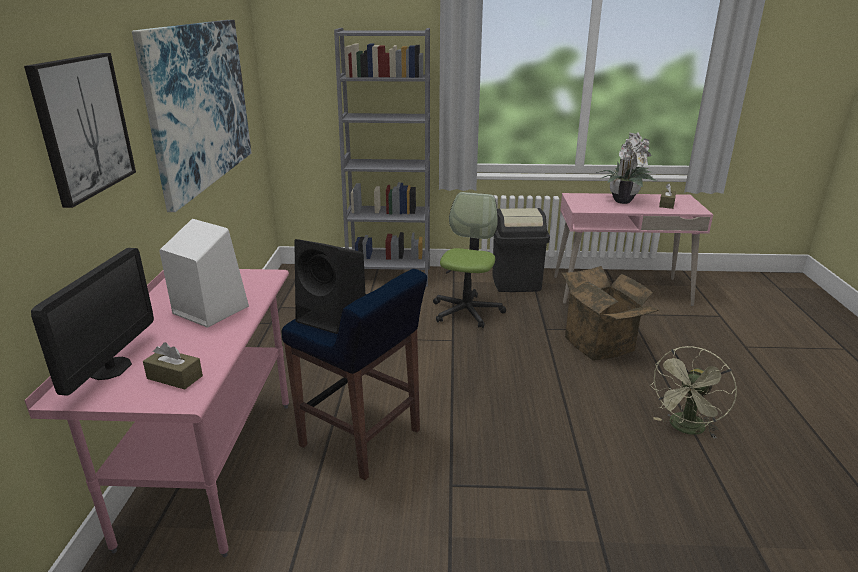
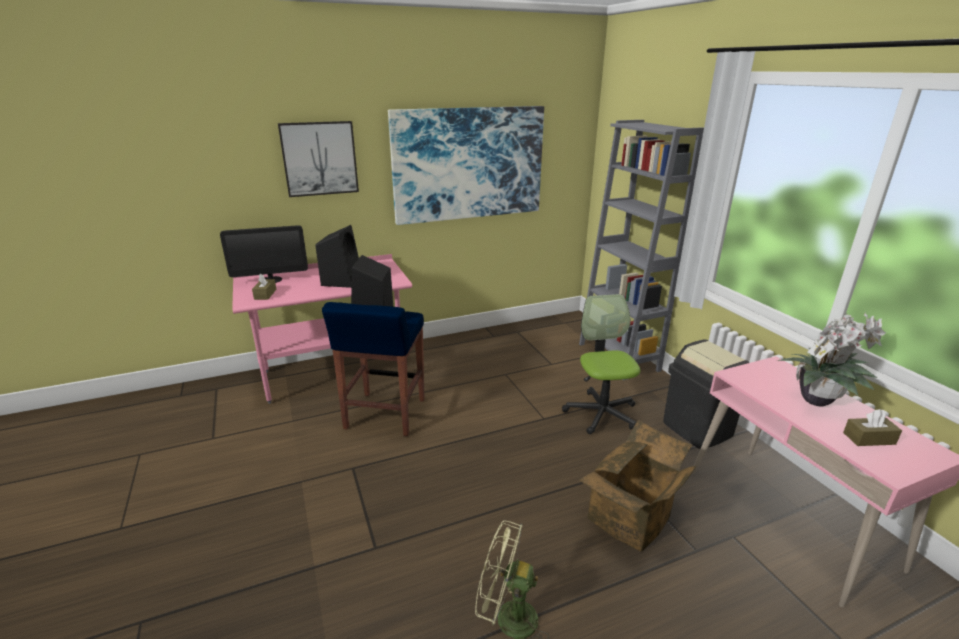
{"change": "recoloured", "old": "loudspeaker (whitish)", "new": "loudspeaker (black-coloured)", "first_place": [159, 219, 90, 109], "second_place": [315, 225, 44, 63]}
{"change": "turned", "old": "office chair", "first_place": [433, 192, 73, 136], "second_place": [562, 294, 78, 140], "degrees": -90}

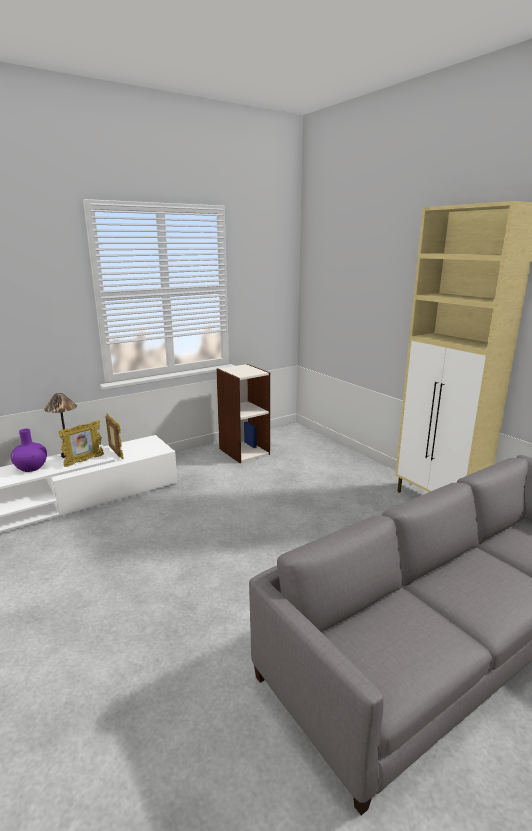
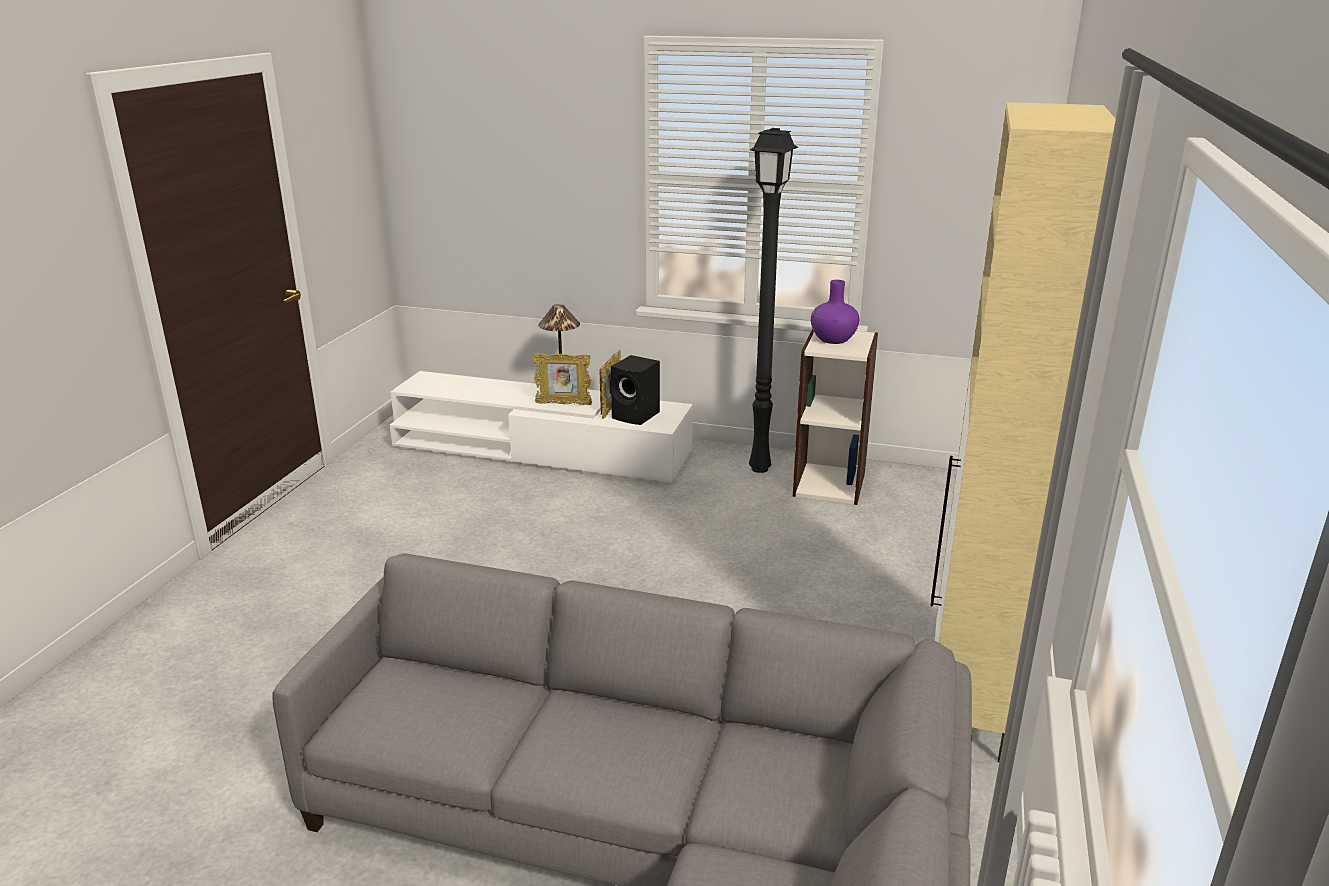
{"change": "added", "new": "loudspeaker (black-coloured)", "second_place": [609, 355, 51, 70]}
{"change": "added", "new": "standing lamp (black-coloured)", "second_place": [749, 128, 49, 345]}
{"change": "moved", "old": "flower vase (purple)", "first_place": [11, 429, 36, 43], "second_place": [811, 280, 48, 64]}

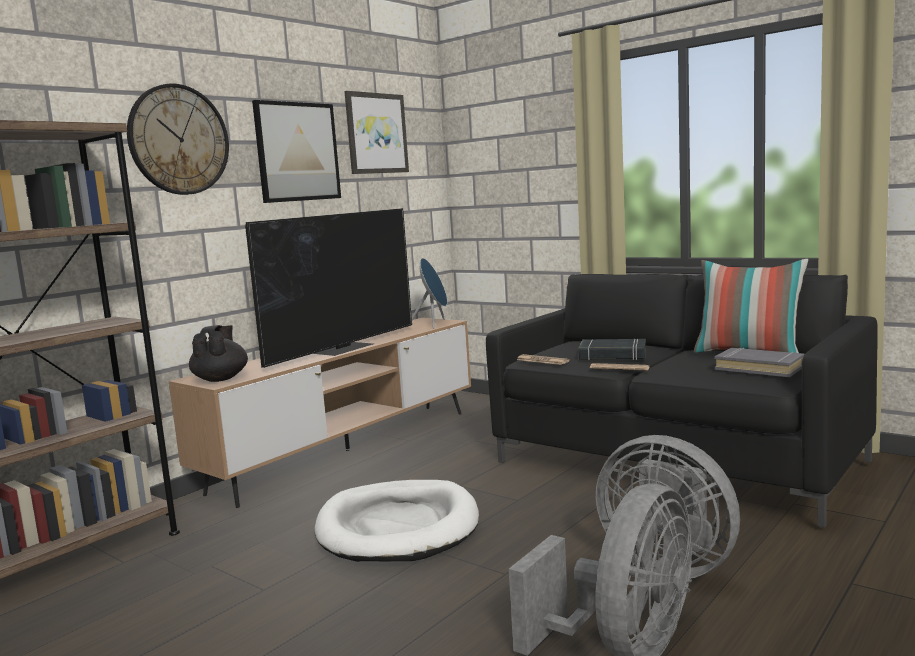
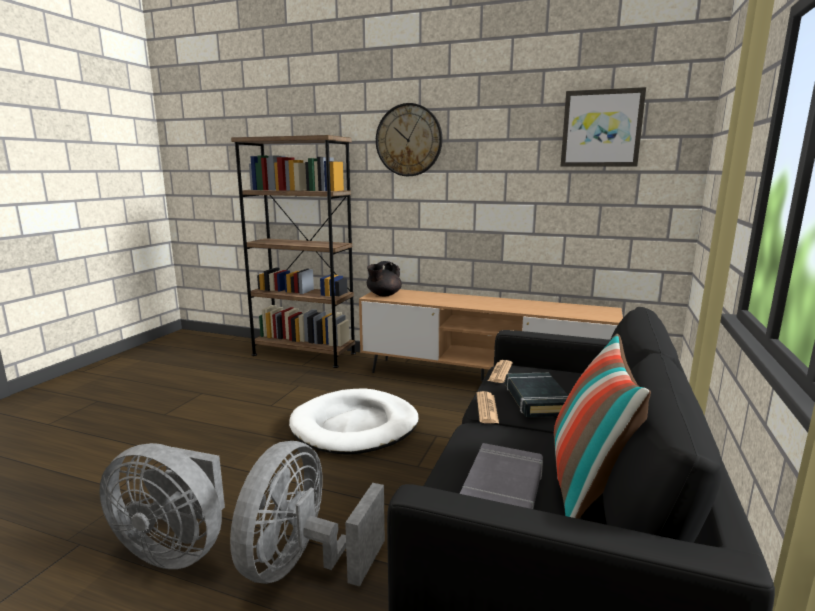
{"change": "removed", "old": "TV set", "first_place": [245, 208, 167, 160]}
{"change": "removed", "old": "wall picture", "first_place": [252, 100, 89, 103]}
{"change": "removed", "old": "loudspeaker (blue-coloured)", "first_place": [412, 258, 35, 71]}
{"change": "turned", "old": "teapot (black-coloured)", "first_place": [189, 325, 59, 57], "second_place": [367, 261, 35, 35], "degrees": 150}

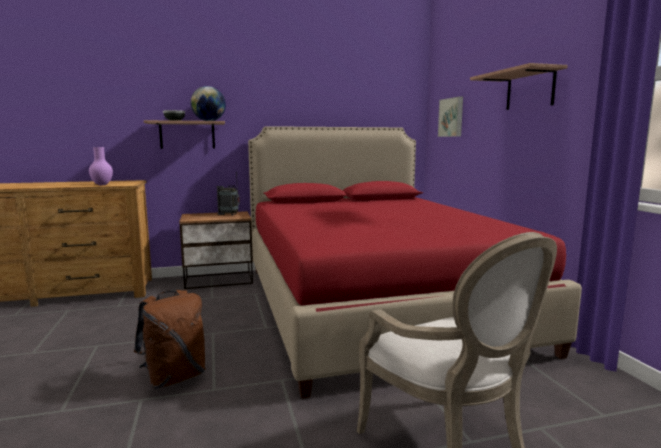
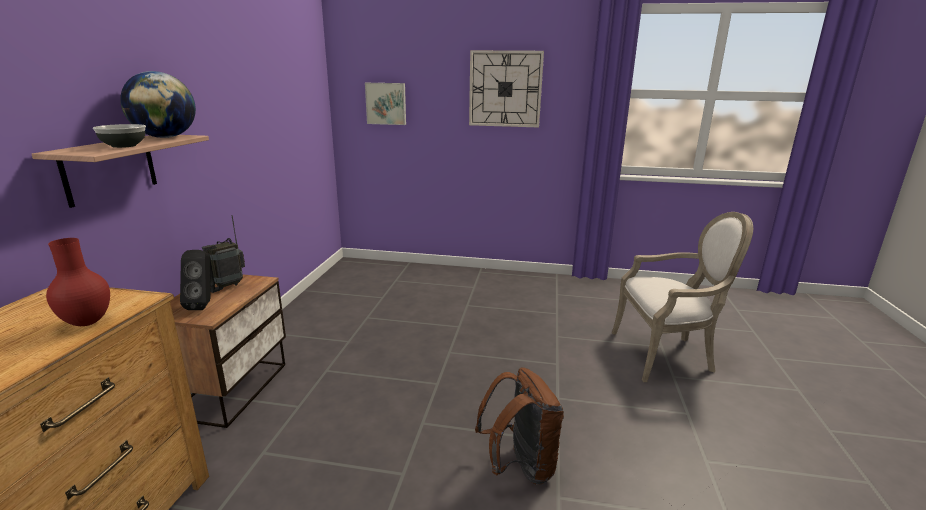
{"change": "removed", "old": "bedroom bed (red)", "first_place": [248, 126, 334, 273]}
{"change": "added", "new": "loudspeaker (black-coloured)", "second_place": [180, 250, 31, 60]}
{"change": "replaced", "old": "shelf", "new": "wall clock", "first_place": [470, 63, 98, 47], "second_place": [469, 50, 75, 78]}
{"change": "recoloured", "old": "flower vase (purple)", "new": "flower vase (red)", "first_place": [89, 147, 24, 38], "second_place": [46, 238, 64, 88]}

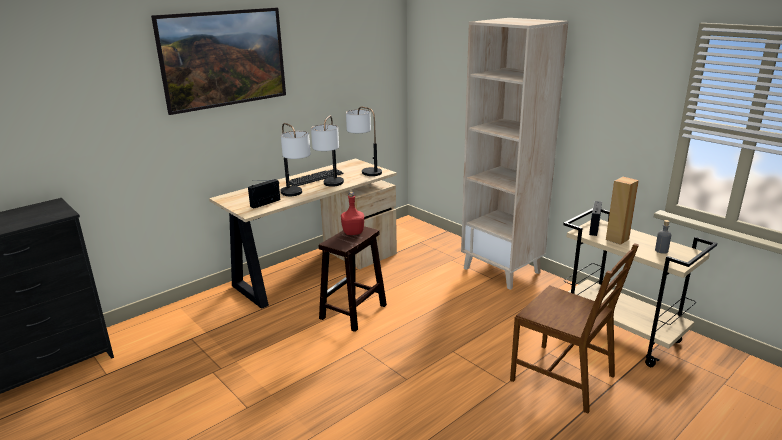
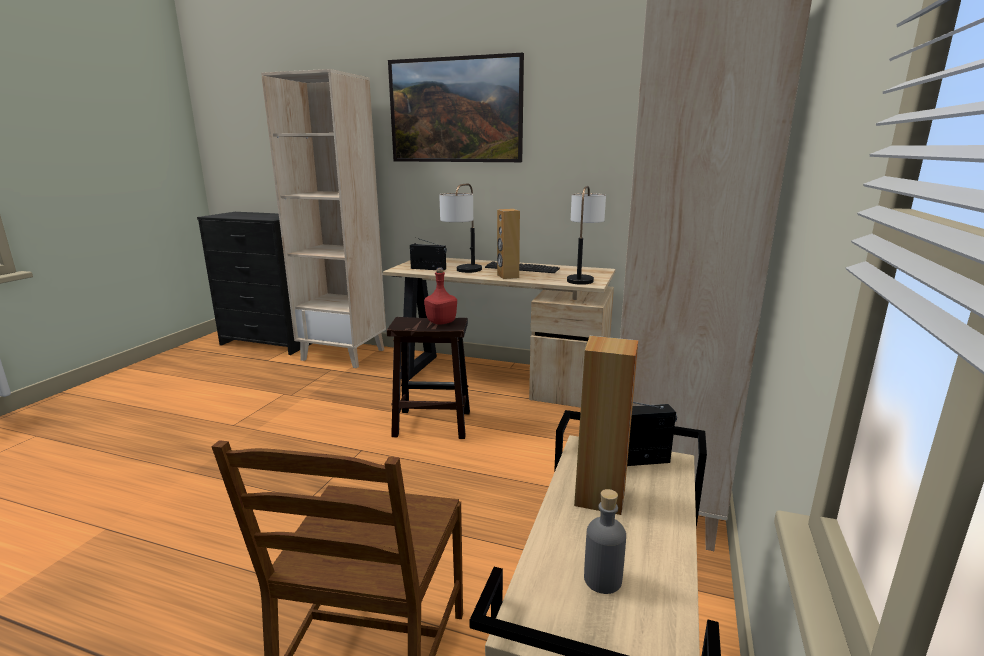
{"change": "added", "new": "bookcase (beige-coloured)", "second_place": [261, 69, 125, 299]}
{"change": "replaced", "old": "tabletop lamp", "new": "loudspeaker (brown-coloured)", "first_place": [311, 116, 33, 71], "second_place": [497, 209, 23, 70]}

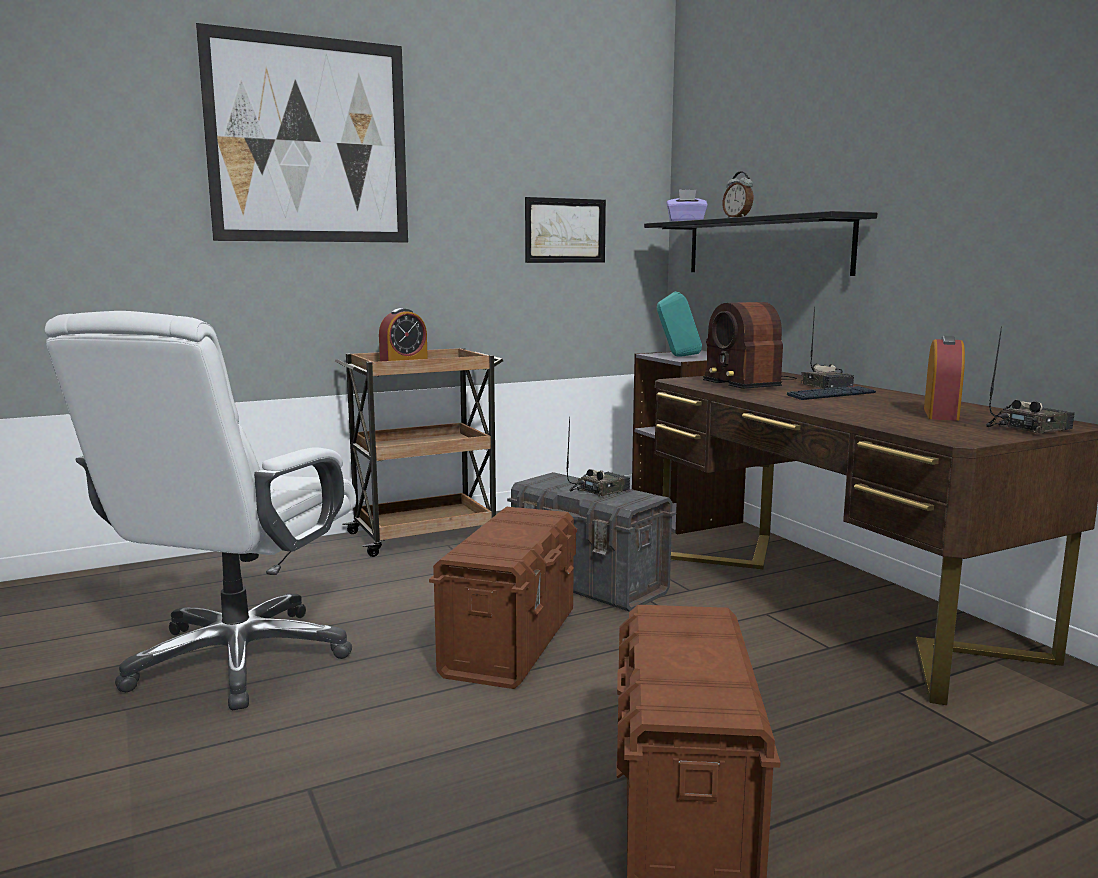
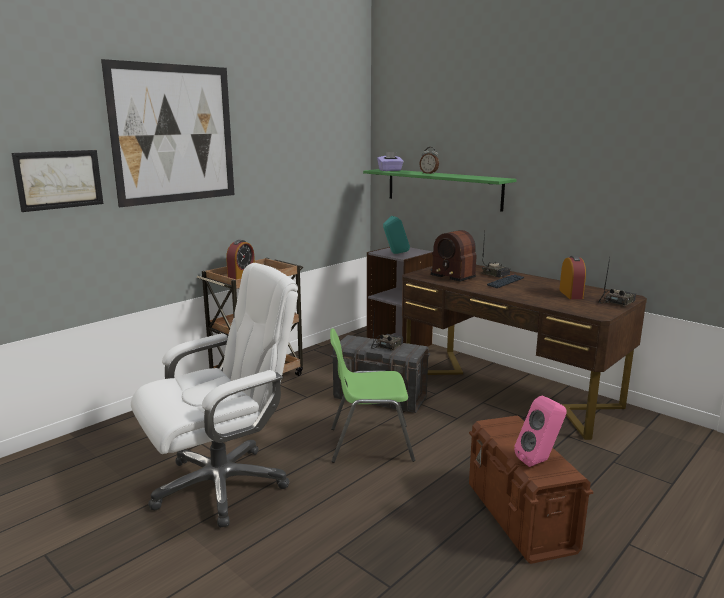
{"change": "added", "new": "loudspeaker (pink-coloured)", "second_place": [514, 396, 53, 71]}
{"change": "moved", "old": "wall picture", "first_place": [525, 197, 81, 66], "second_place": [11, 150, 92, 62]}
{"change": "replaced", "old": "storage bin (brown-coloured)", "new": "chair (green-coloured)", "first_place": [429, 507, 148, 182], "second_place": [330, 328, 85, 135]}
{"change": "recoloured", "old": "shelf (black-coloured)", "new": "shelf (green-coloured)", "first_place": [644, 211, 233, 65], "second_place": [363, 169, 154, 43]}
{"change": "turned", "old": "office chair (whitish)", "first_place": [45, 311, 311, 399], "second_place": [131, 263, 167, 265], "degrees": -120}

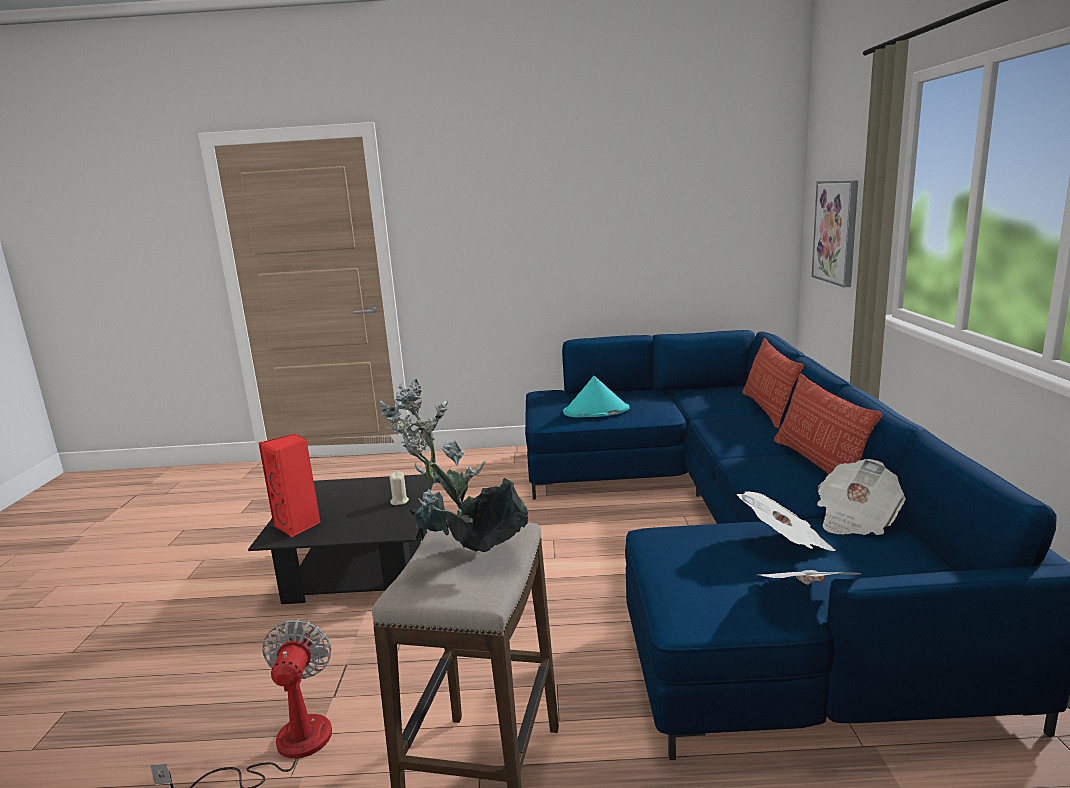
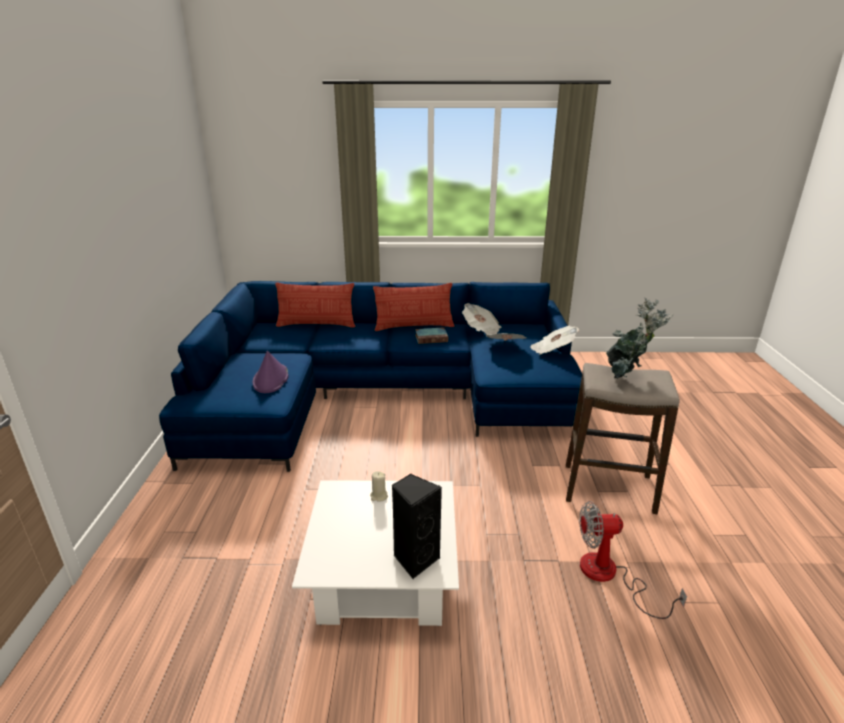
{"change": "removed", "old": "wall picture", "first_place": [812, 180, 46, 107]}
{"change": "added", "new": "volume", "second_place": [415, 327, 33, 17]}
{"change": "recoloured", "old": "coffee table (black-coloured)", "new": "coffee table (whitish)", "first_place": [248, 474, 185, 130], "second_place": [292, 480, 167, 146]}
{"change": "recoloured", "old": "loudspeaker (red)", "new": "loudspeaker (black-coloured)", "first_place": [259, 434, 61, 103], "second_place": [392, 474, 50, 105]}
{"change": "recoloured", "old": "hat (turquoise)", "new": "hat (purple)", "first_place": [563, 376, 66, 41], "second_place": [253, 351, 36, 42]}

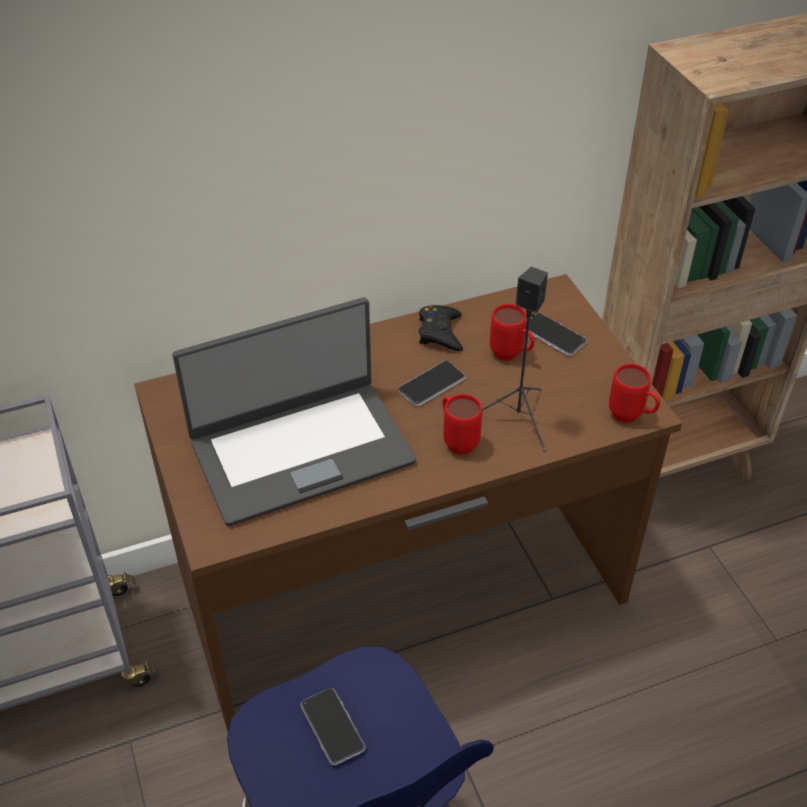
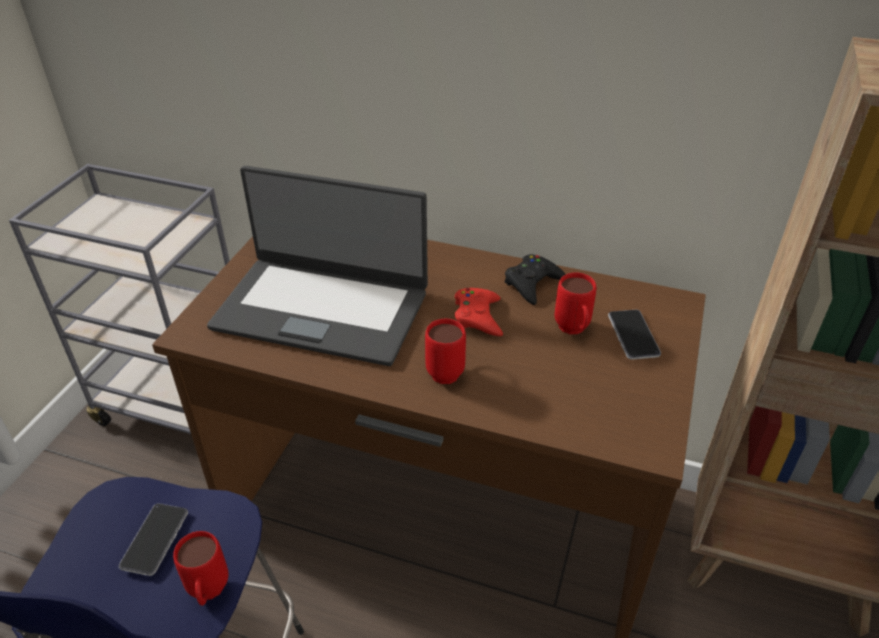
{"change": "removed", "old": "loudspeaker (black-coloured)", "first_place": [482, 267, 66, 185]}
{"change": "moved", "old": "tea mug (red)", "first_place": [609, 364, 51, 59], "second_place": [173, 531, 56, 75]}
{"change": "replaced", "old": "telephone", "new": "game controller (red)", "first_place": [398, 361, 68, 45], "second_place": [455, 288, 48, 48]}

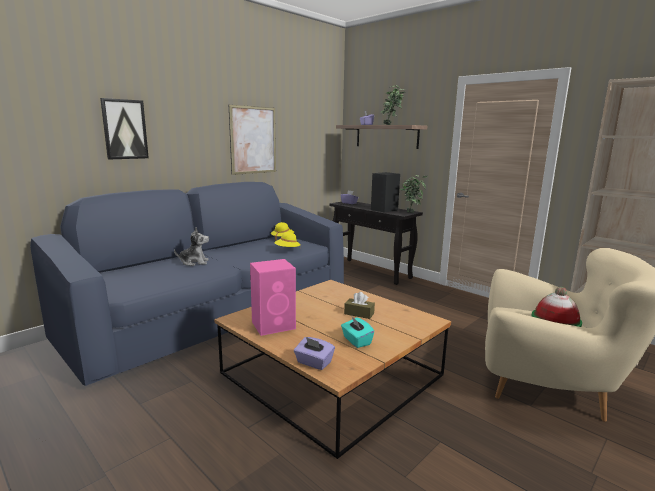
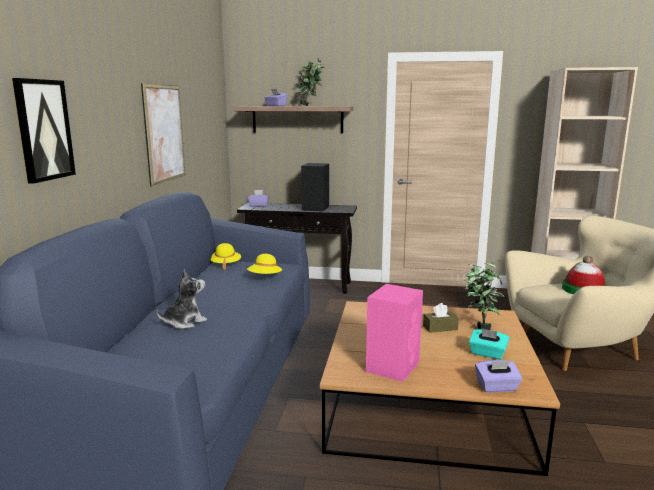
{"change": "moved", "old": "plant in a pot", "first_place": [400, 175, 27, 38], "second_place": [464, 260, 40, 70]}

